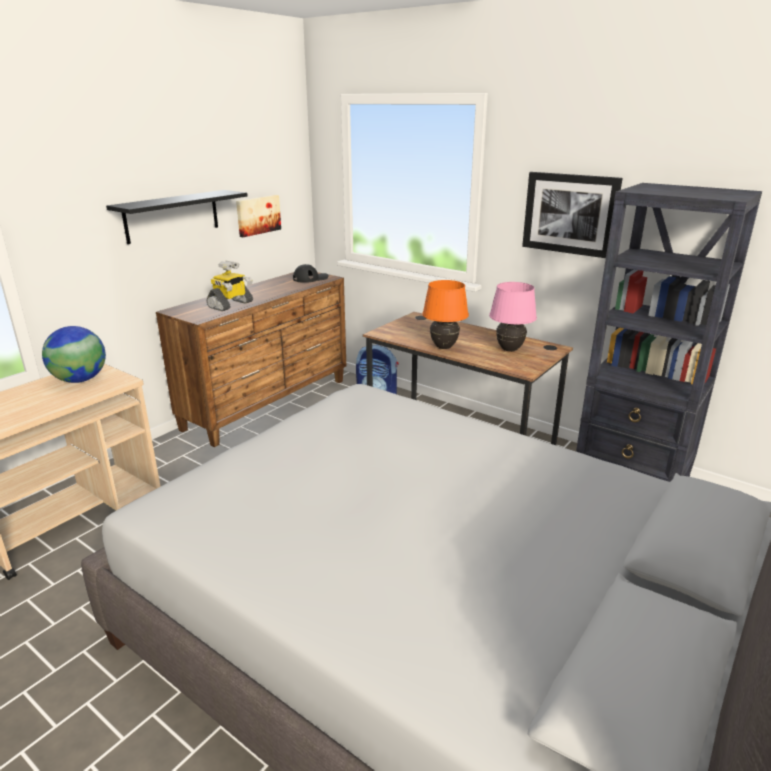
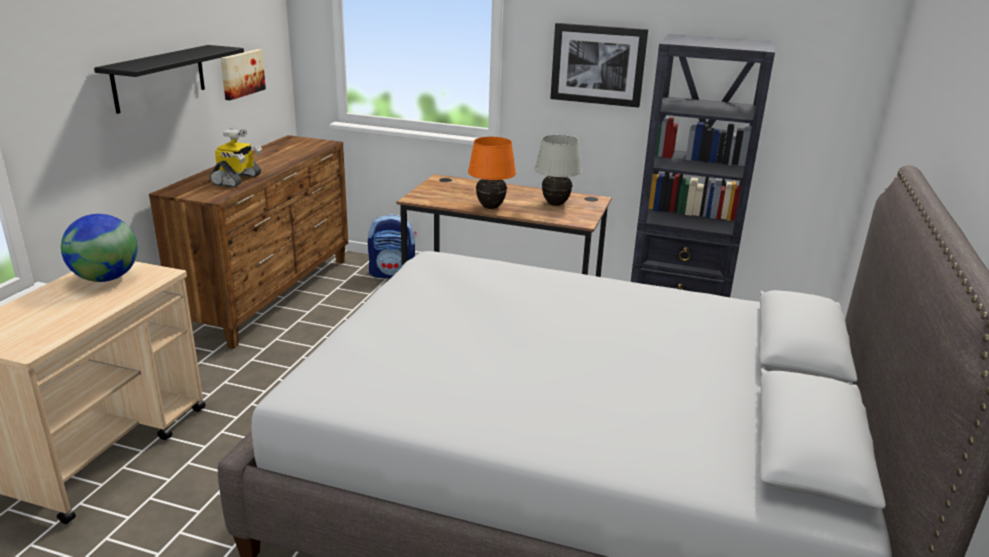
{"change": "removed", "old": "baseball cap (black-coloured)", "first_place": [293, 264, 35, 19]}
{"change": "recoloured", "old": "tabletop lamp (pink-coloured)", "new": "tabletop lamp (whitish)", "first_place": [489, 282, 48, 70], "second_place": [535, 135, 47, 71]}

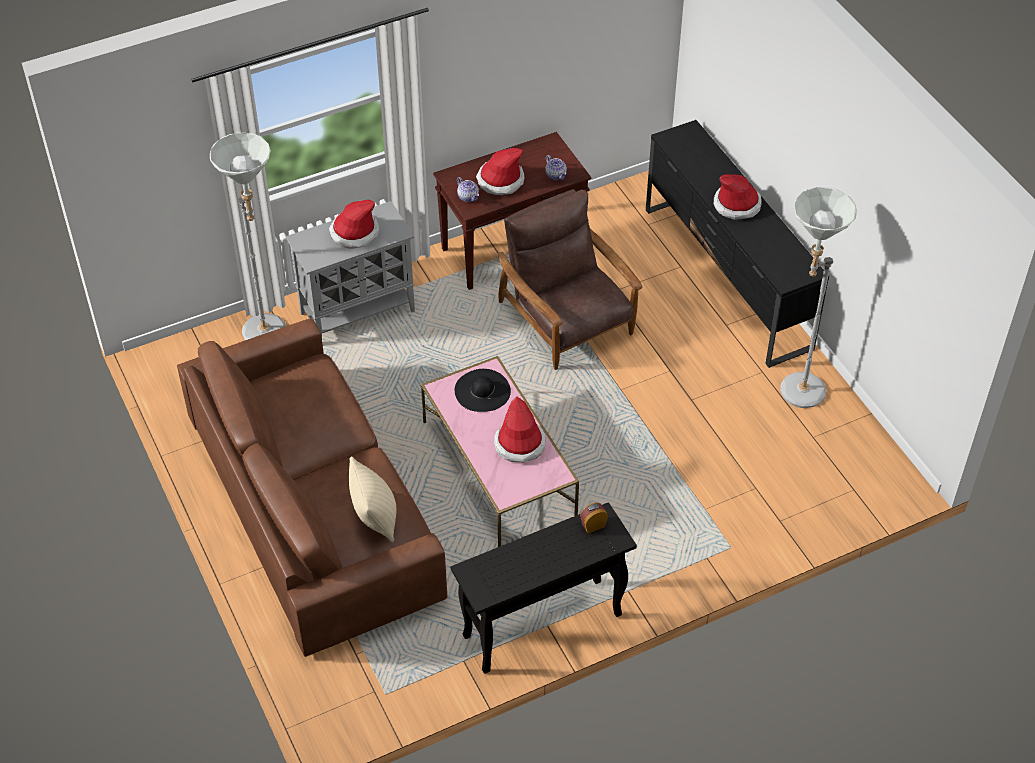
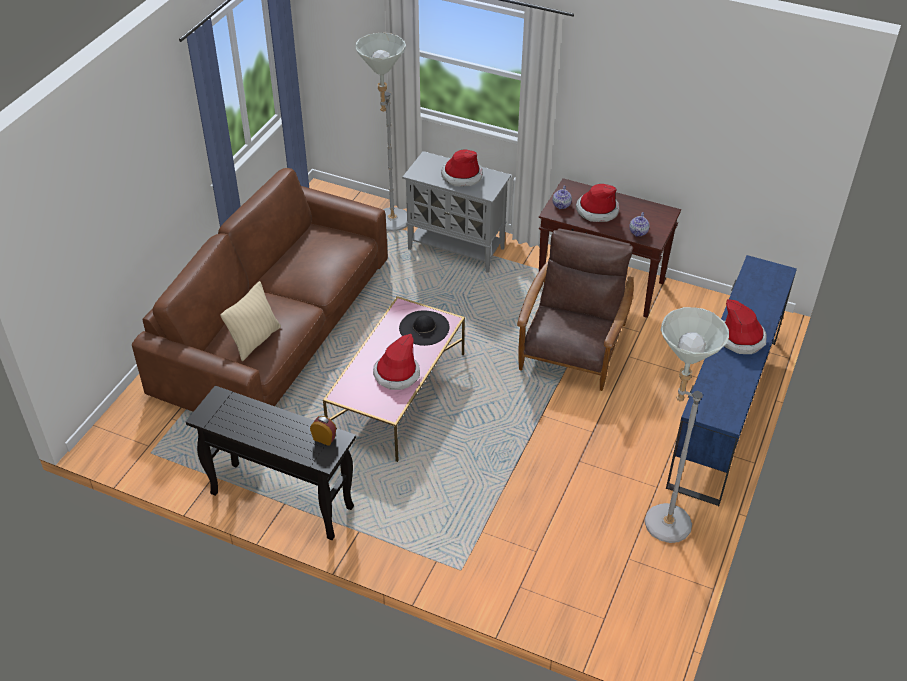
{"change": "recoloured", "old": "media console (black-coloured)", "new": "media console (blue-coloured)", "first_place": [646, 120, 183, 248], "second_place": [666, 255, 131, 251]}

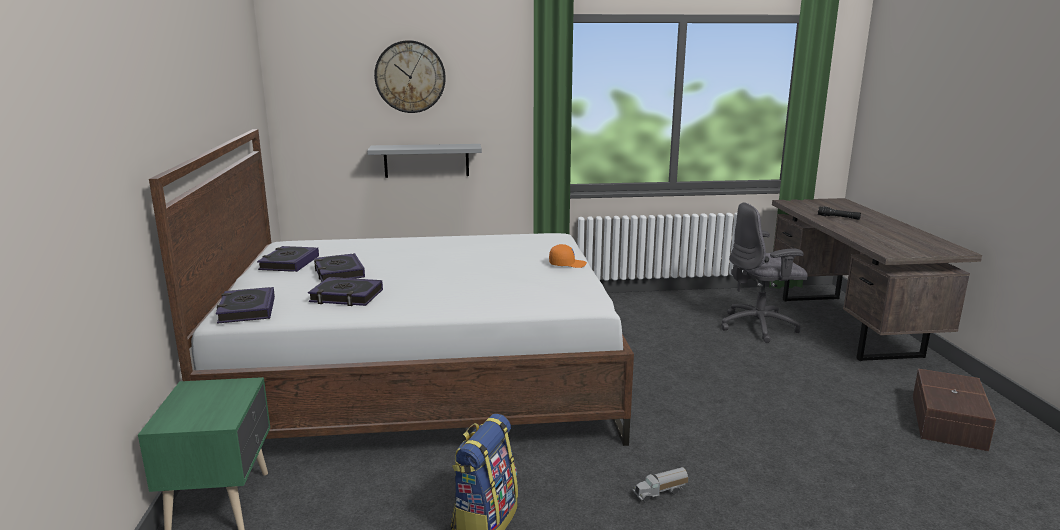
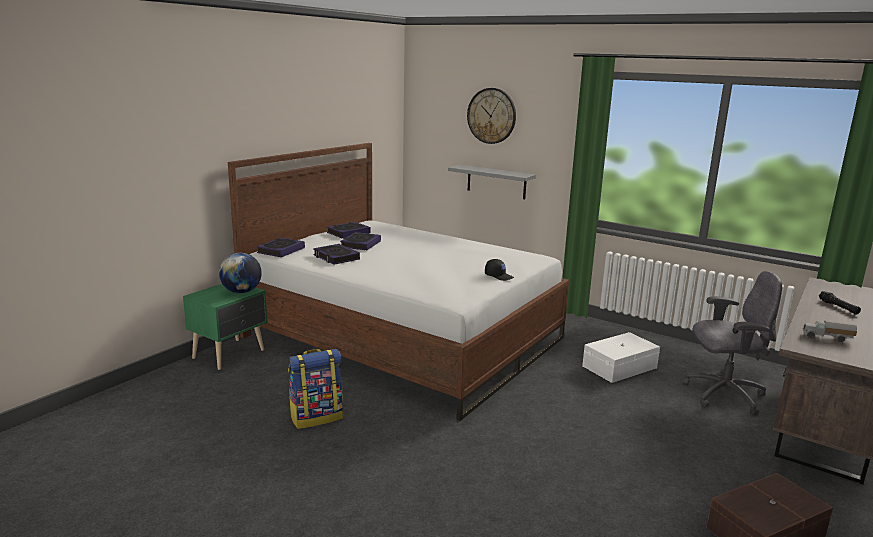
{"change": "added", "new": "globe", "second_place": [219, 253, 43, 40]}
{"change": "added", "new": "storage bin (whitish)", "second_place": [582, 332, 78, 51]}
{"change": "moved", "old": "model truck", "first_place": [632, 467, 56, 35], "second_place": [802, 320, 55, 22]}
{"change": "recoloured", "old": "baseball cap (orange-coloured)", "new": "baseball cap (black-coloured)", "first_place": [549, 244, 38, 24], "second_place": [485, 259, 29, 22]}
{"change": "turned", "old": "office chair (greyish)", "first_place": [721, 202, 87, 141], "second_place": [683, 271, 99, 144], "degrees": 150}

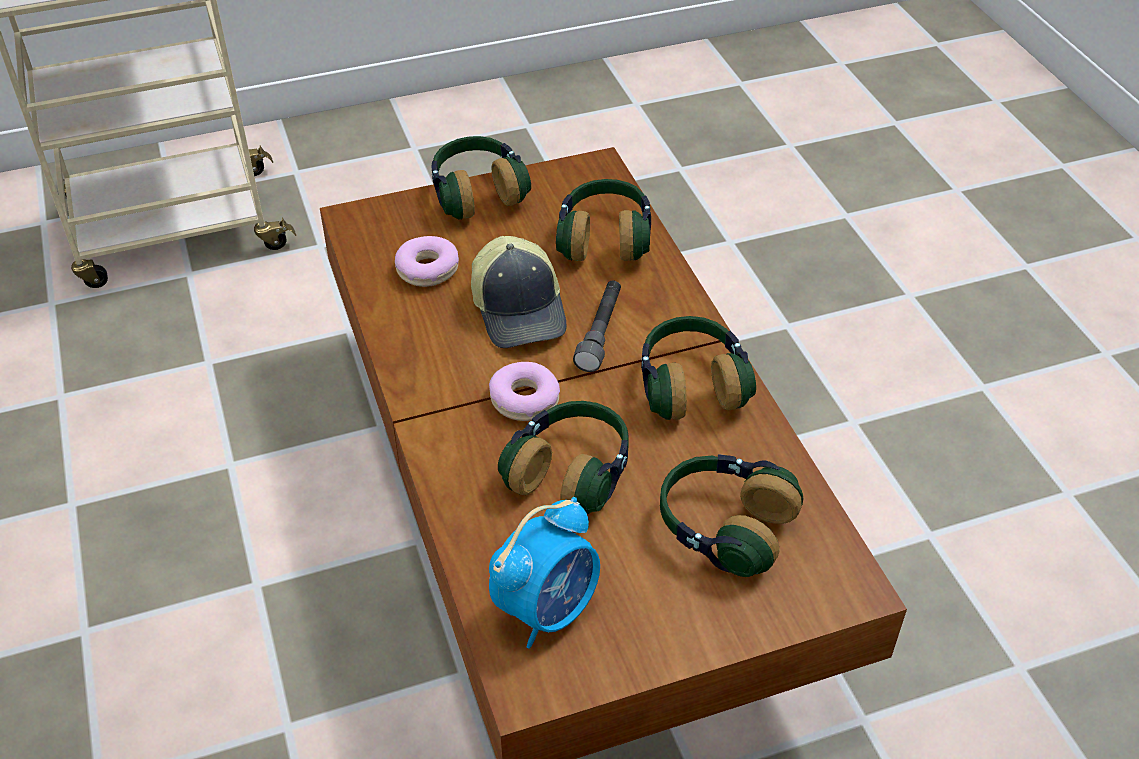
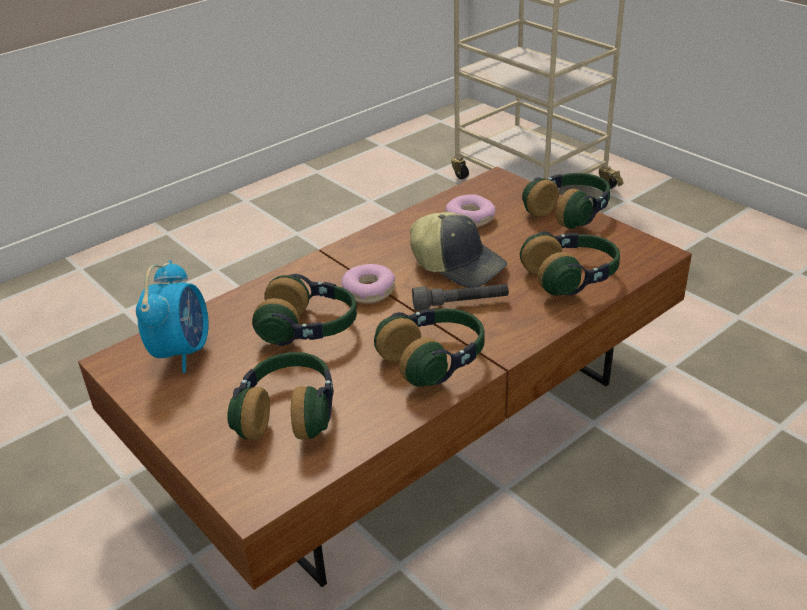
{"change": "turned", "old": "baseball cap", "first_place": [471, 236, 96, 112], "second_place": [410, 212, 98, 76], "degrees": -105}
{"change": "turned", "old": "alarm clock", "first_place": [489, 497, 111, 152], "second_place": [136, 260, 73, 113], "degrees": -105}

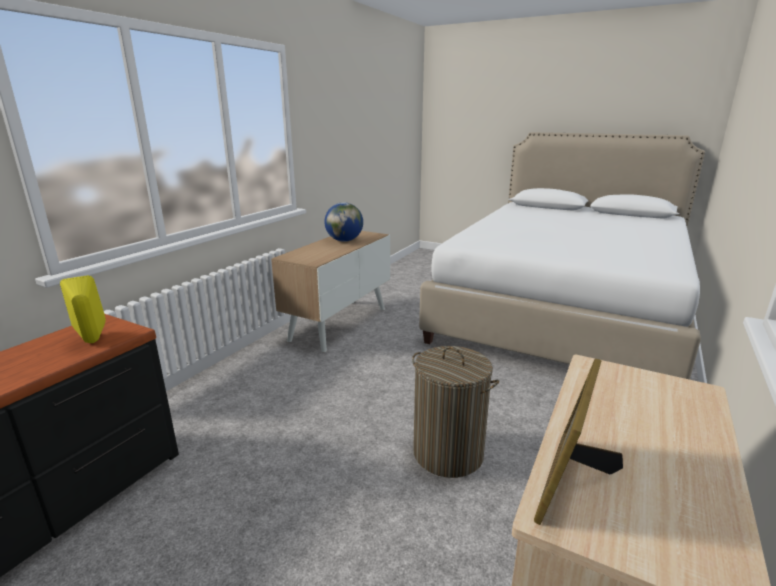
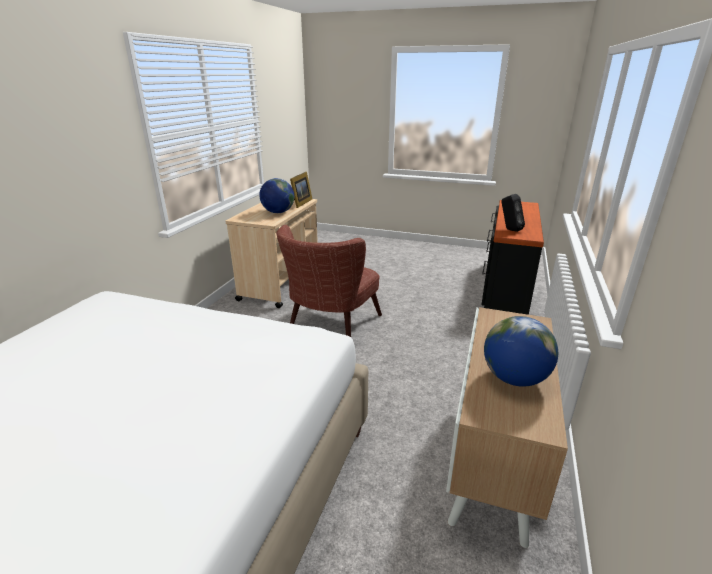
{"change": "added", "new": "globe", "second_place": [259, 178, 35, 35]}
{"change": "replaced", "old": "laundry basket", "new": "lounge chair (brown-coloured)", "first_place": [412, 346, 87, 132], "second_place": [276, 225, 106, 112]}
{"change": "recoloured", "old": "loudspeaker (yellow-coloured)", "new": "loudspeaker (black-coloured)", "first_place": [60, 275, 46, 68], "second_place": [502, 194, 23, 38]}

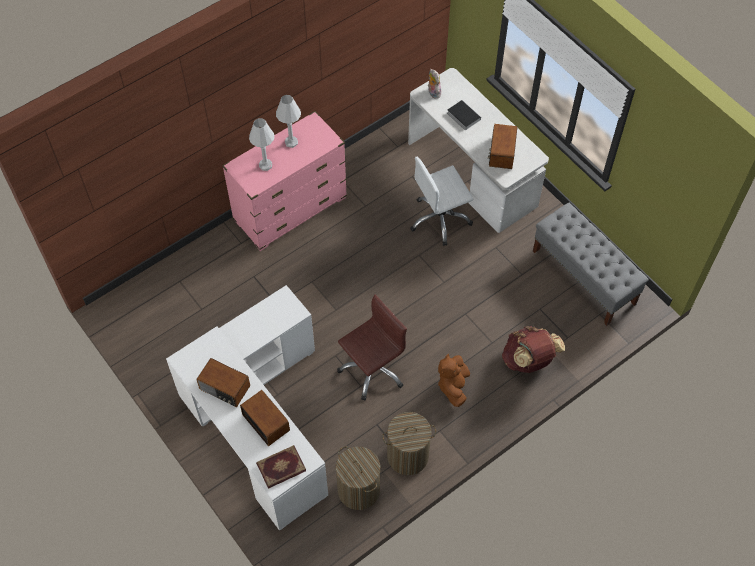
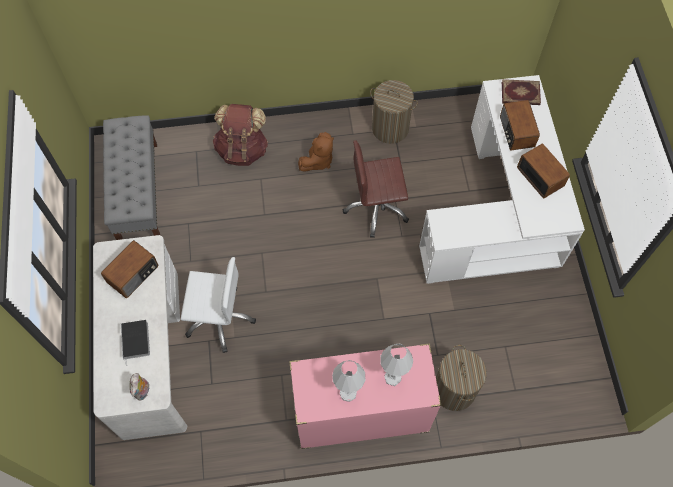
{"change": "moved", "old": "laundry basket", "first_place": [336, 446, 44, 64], "second_place": [436, 345, 51, 66]}

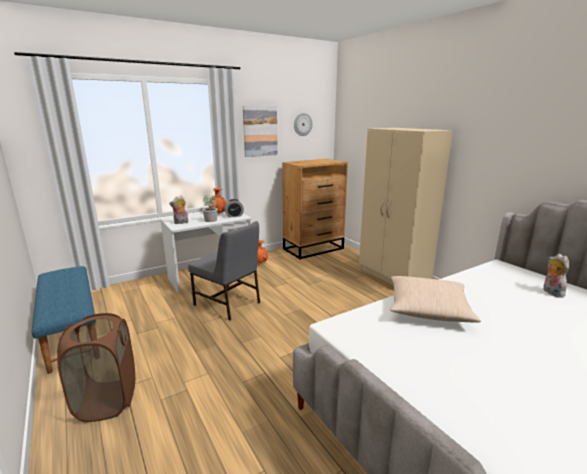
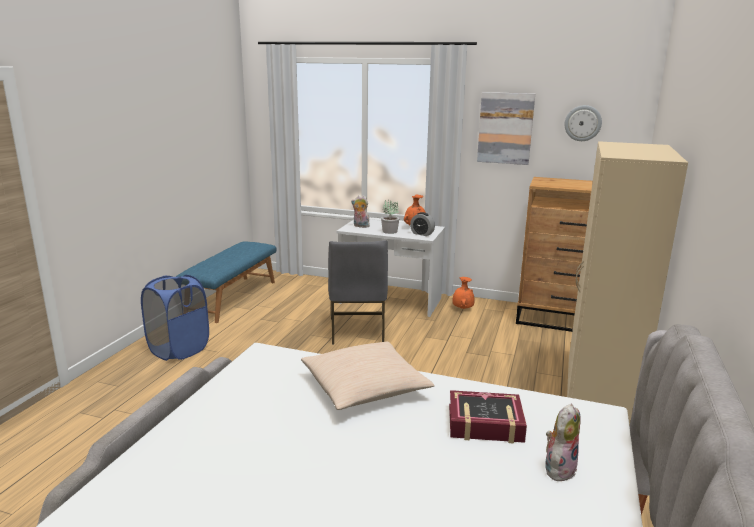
{"change": "added", "new": "volume", "second_place": [449, 390, 78, 54]}
{"change": "recoloured", "old": "laundry basket (brown-coloured)", "new": "laundry basket (blue-coloured)", "first_place": [57, 313, 78, 109], "second_place": [141, 275, 68, 86]}

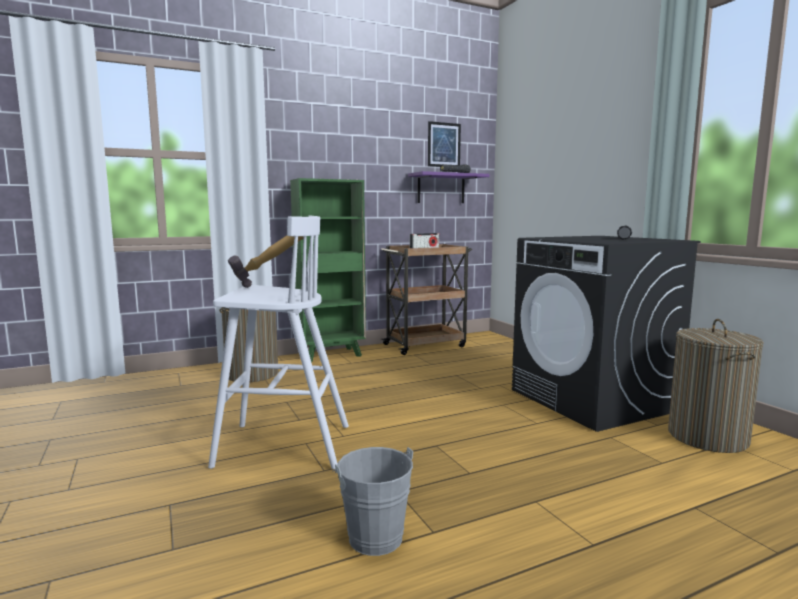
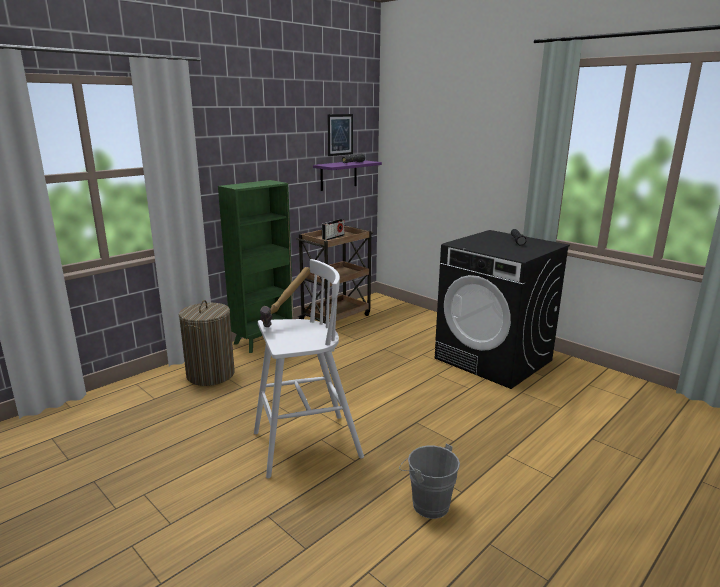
{"change": "removed", "old": "laundry basket", "first_place": [668, 319, 96, 134]}

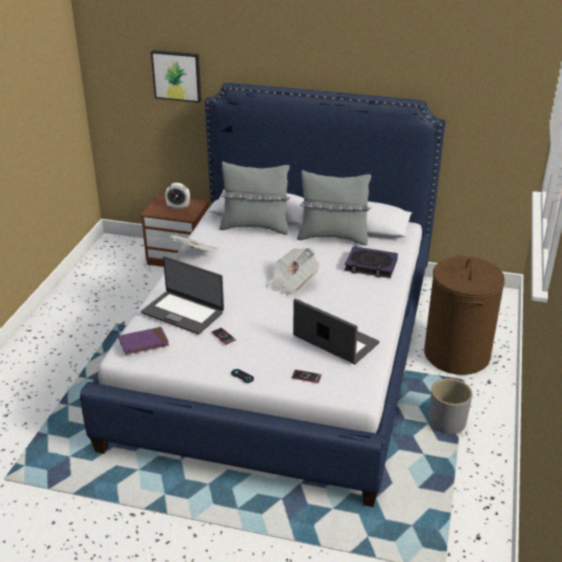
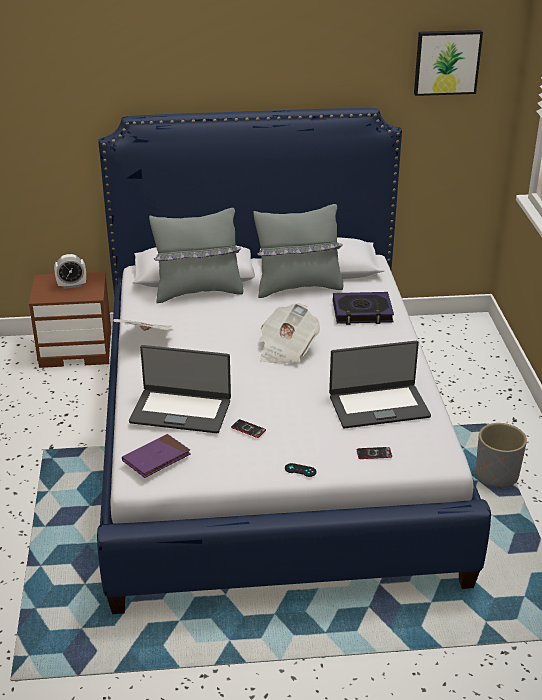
{"change": "removed", "old": "laundry basket (brown-coloured)", "first_place": [424, 255, 81, 120]}
{"change": "moved", "old": "wall picture", "first_place": [151, 50, 50, 53], "second_place": [414, 30, 69, 66]}
{"change": "turned", "old": "notebook computer", "first_place": [293, 299, 87, 65], "second_place": [329, 341, 102, 87], "degrees": 150}

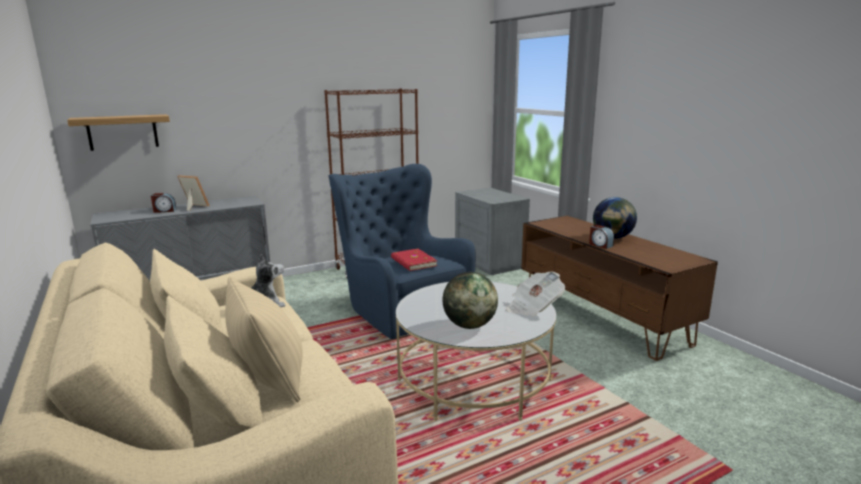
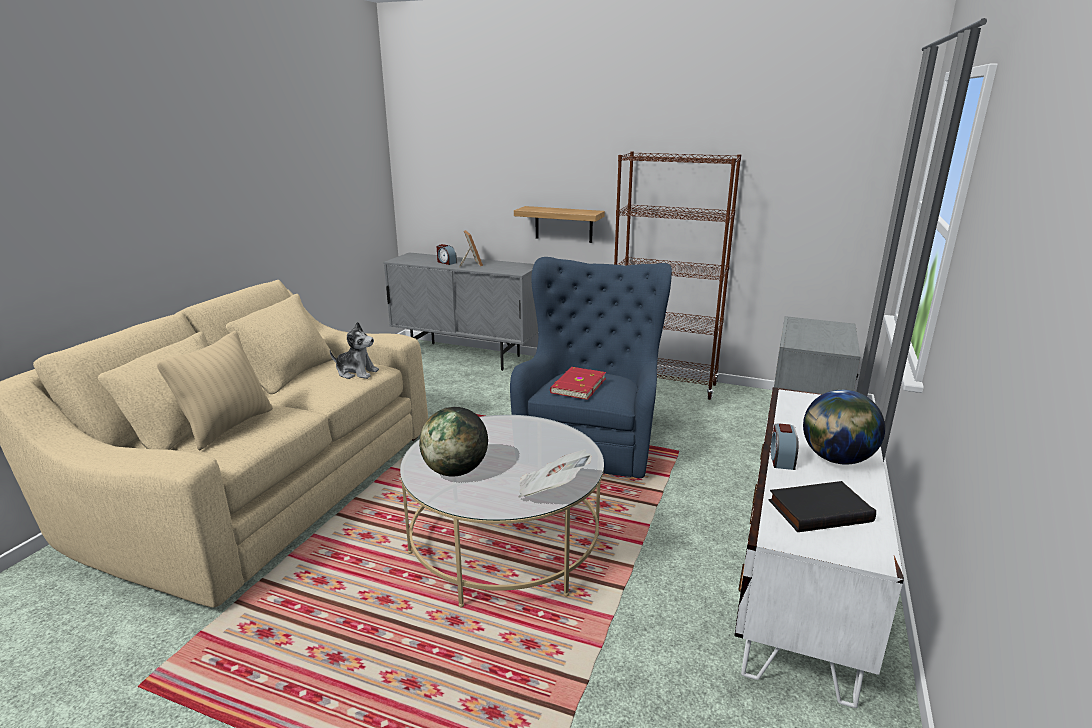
{"change": "added", "new": "volume (black-coloured)", "second_place": [768, 481, 108, 51]}
{"change": "moved", "old": "shelf", "first_place": [67, 114, 103, 37], "second_place": [514, 206, 91, 37]}
{"change": "recoloured", "old": "media console (brown-coloured)", "new": "media console (whitish)", "first_place": [521, 216, 197, 145], "second_place": [734, 387, 170, 321]}

